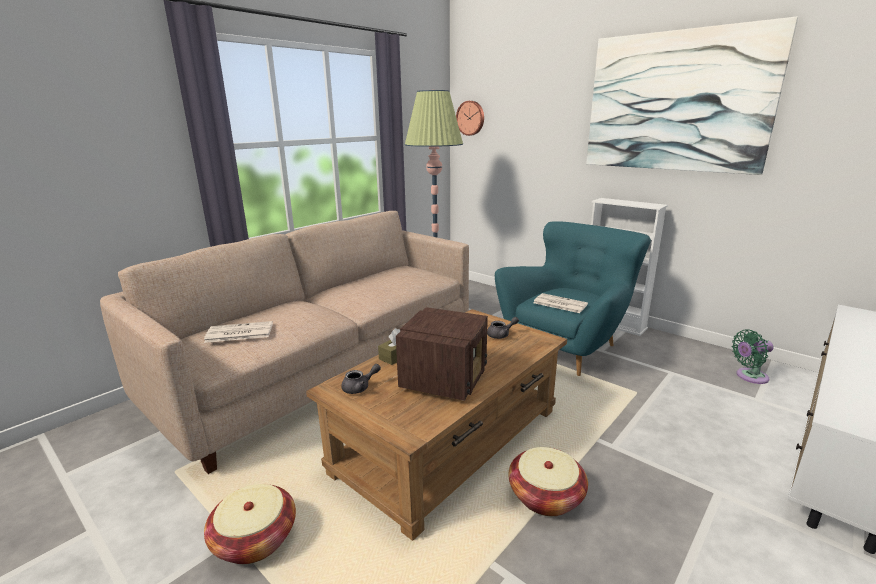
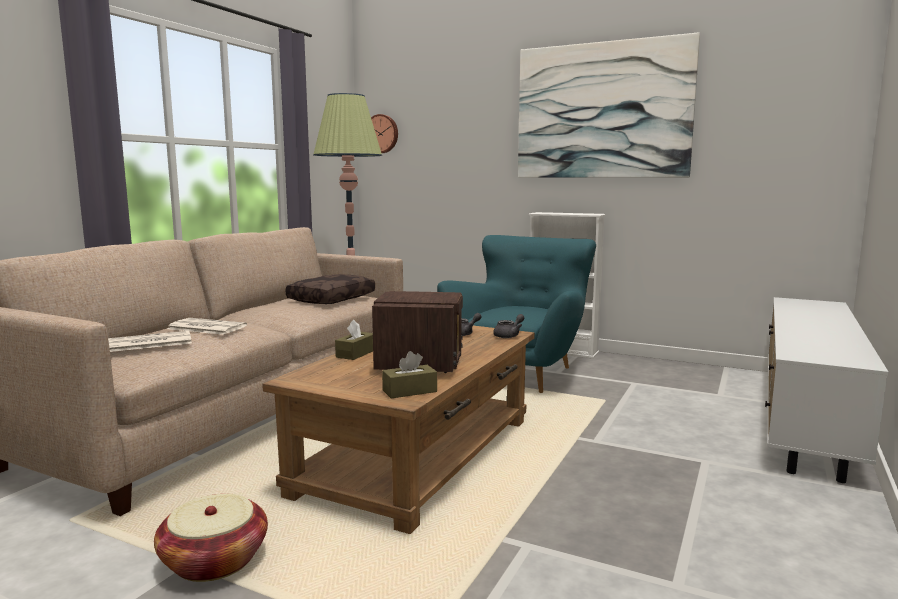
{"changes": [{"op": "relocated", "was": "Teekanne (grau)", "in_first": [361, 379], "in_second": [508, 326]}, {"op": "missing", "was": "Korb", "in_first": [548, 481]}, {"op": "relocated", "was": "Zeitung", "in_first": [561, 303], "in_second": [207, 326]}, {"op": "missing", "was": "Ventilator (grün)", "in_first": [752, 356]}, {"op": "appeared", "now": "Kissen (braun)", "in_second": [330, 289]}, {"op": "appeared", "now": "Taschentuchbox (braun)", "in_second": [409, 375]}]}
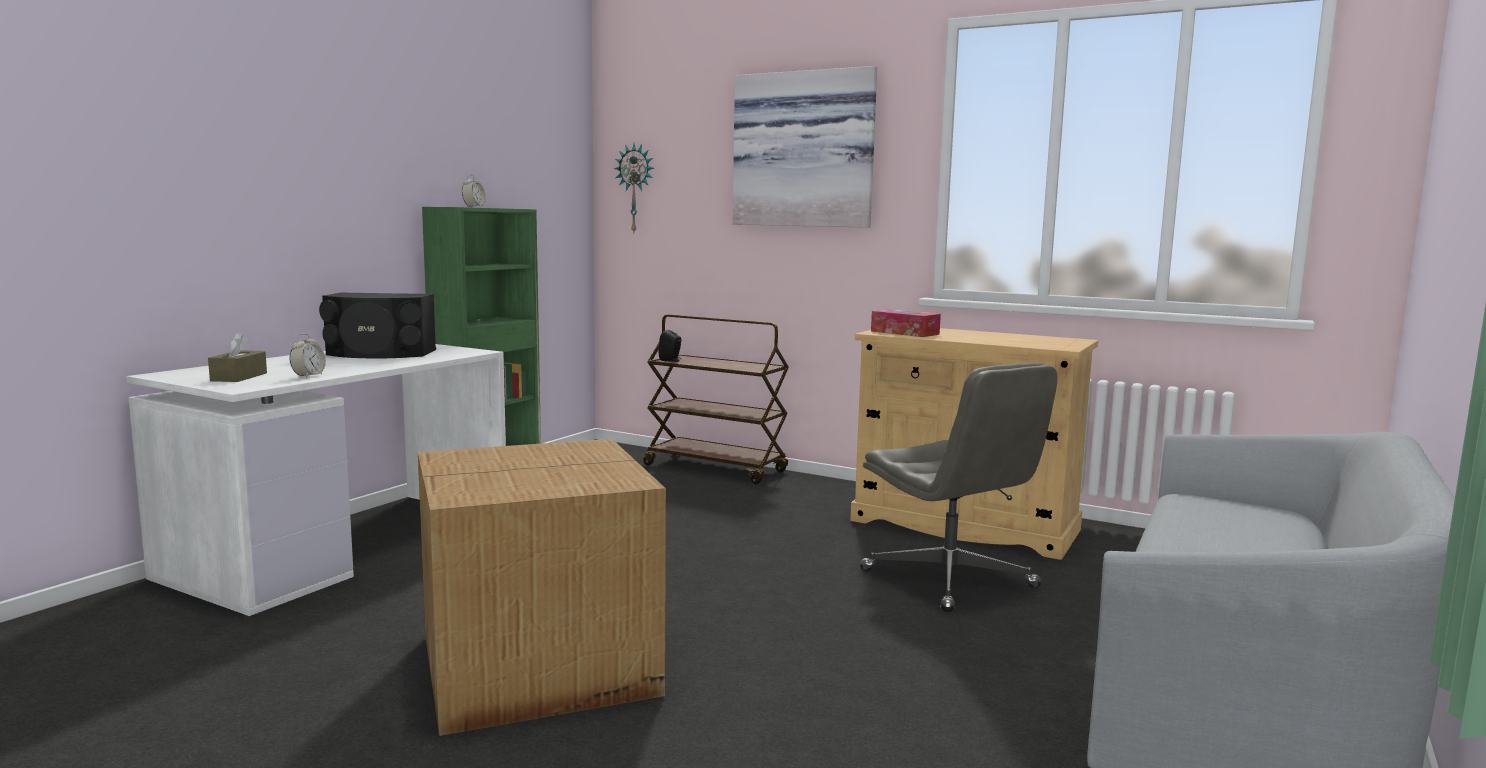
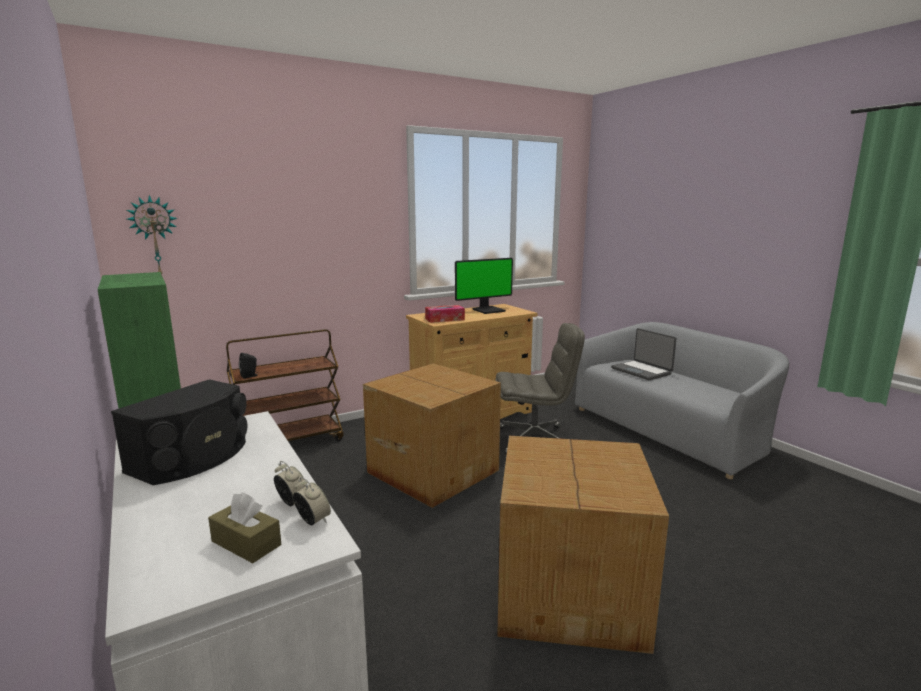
{"changes": [{"op": "relocated", "was": "Wecker", "in_first": [474, 190], "in_second": [312, 501]}, {"op": "missing", "was": "Bild", "in_first": [804, 147]}, {"op": "appeared", "now": "Karton", "in_second": [432, 435]}, {"op": "appeared", "now": "Monitor", "in_second": [484, 286]}, {"op": "appeared", "now": "Laptop", "in_second": [644, 354]}]}
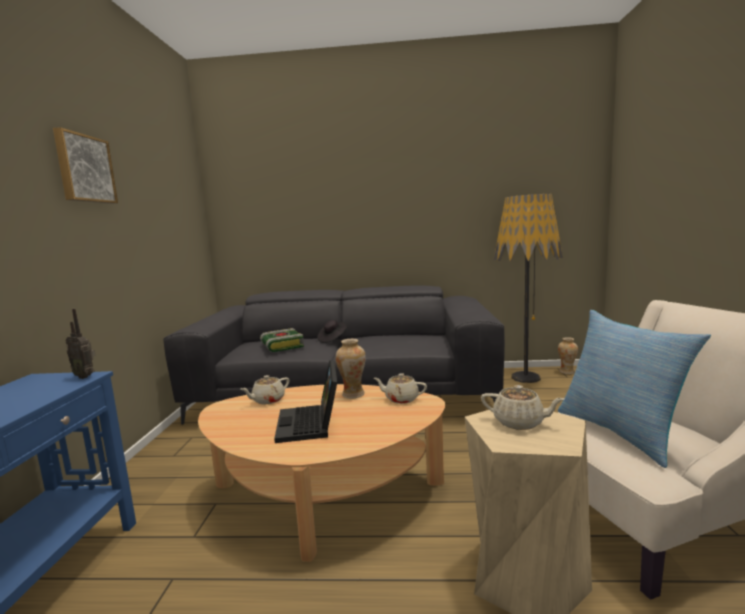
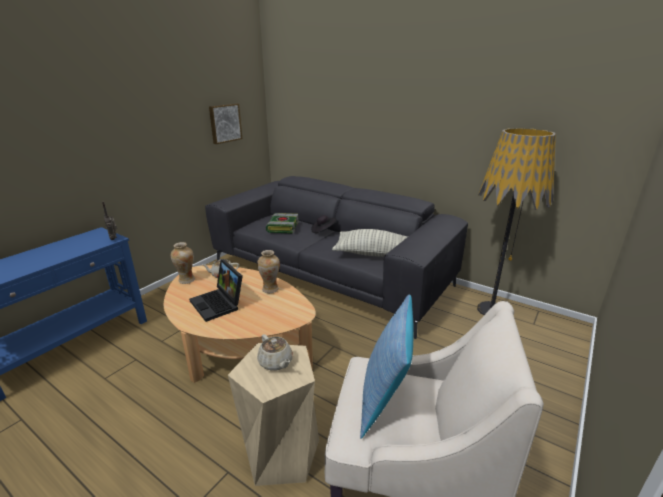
{"changes": [{"op": "relocated", "was": "Bild", "in_first": [85, 165], "in_second": [225, 123]}, {"op": "spun", "was": "Laptop", "in_first": [305, 401], "in_second": [216, 290], "clockwise": -60}, {"op": "missing", "was": "Teekanne (beige)", "in_first": [400, 388]}, {"op": "relocated", "was": "Vase", "in_first": [568, 355], "in_second": [183, 263]}, {"op": "appeared", "now": "Kissen", "in_second": [370, 243]}]}
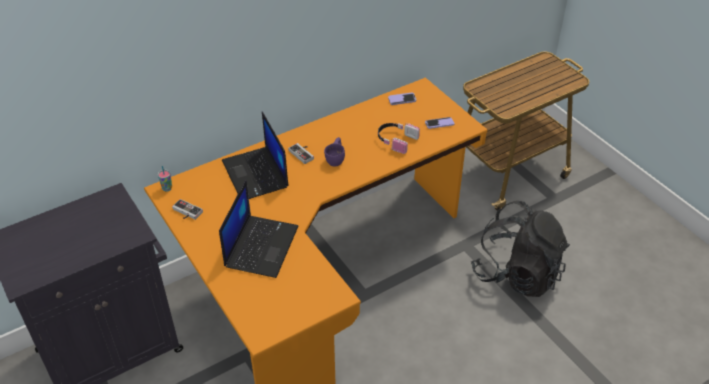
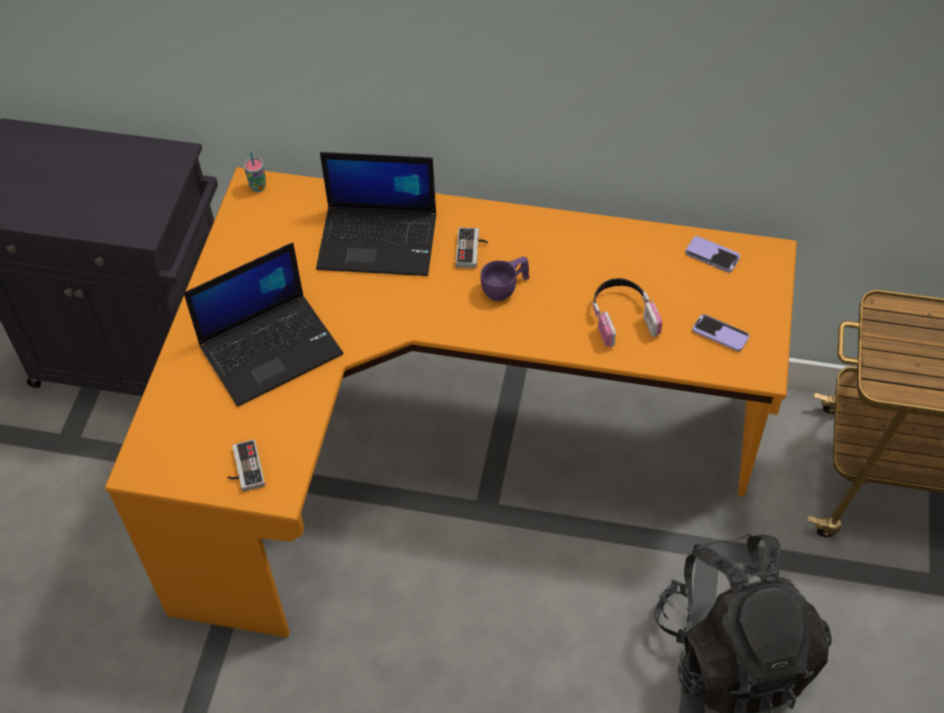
{"changes": [{"op": "relocated", "was": "Gamepad", "in_first": [187, 209], "in_second": [246, 465]}, {"op": "spun", "was": "Laptop", "in_first": [255, 155], "in_second": [376, 214], "clockwise": -105}]}
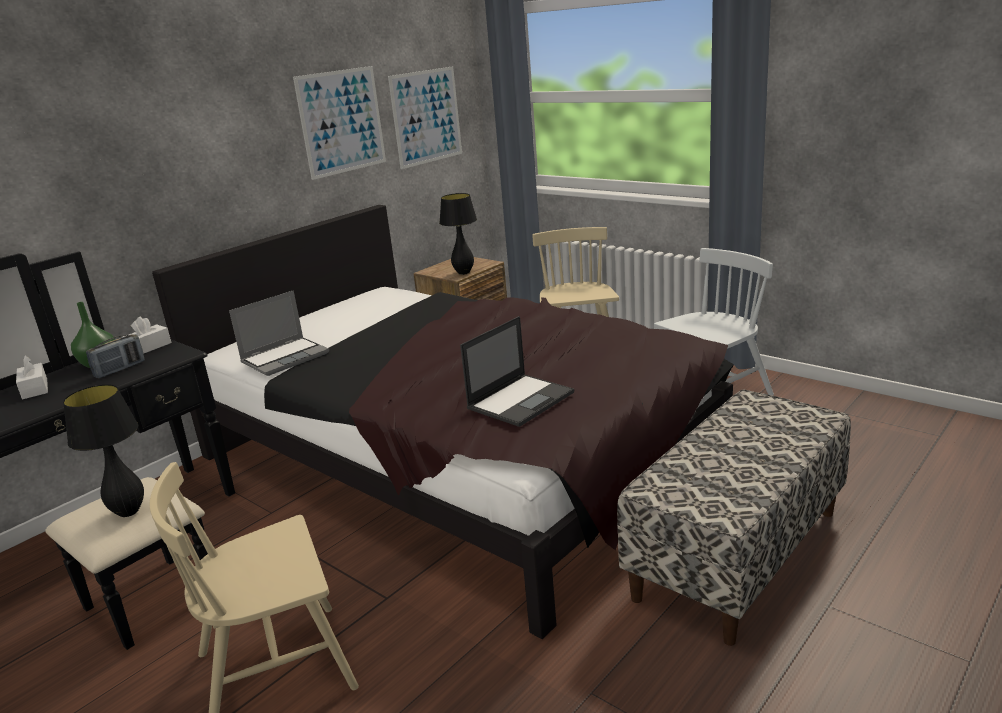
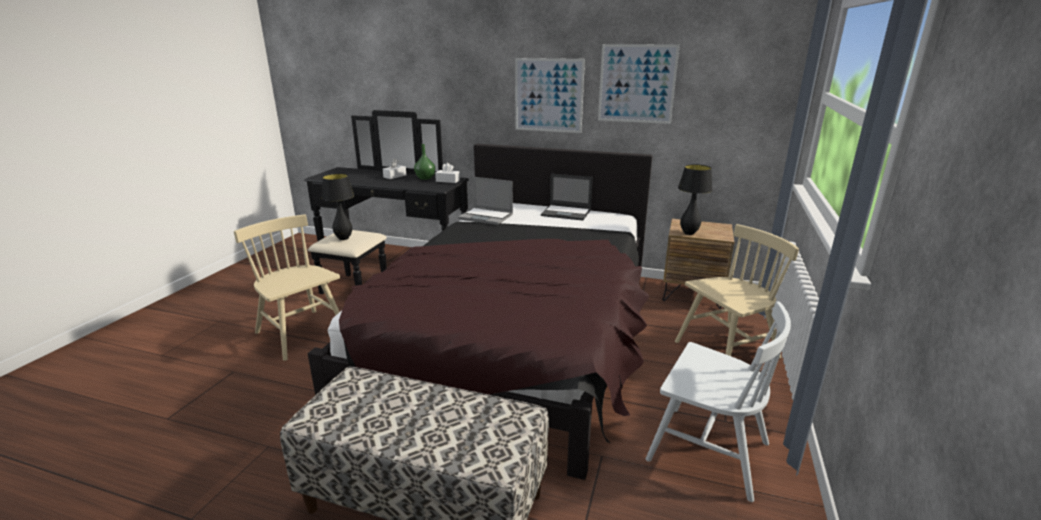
{"changes": [{"op": "missing", "was": "Radio", "in_first": [115, 356]}, {"op": "relocated", "was": "Bild", "in_first": [425, 118], "in_second": [550, 95]}, {"op": "relocated", "was": "Laptop", "in_first": [517, 371], "in_second": [567, 197]}]}
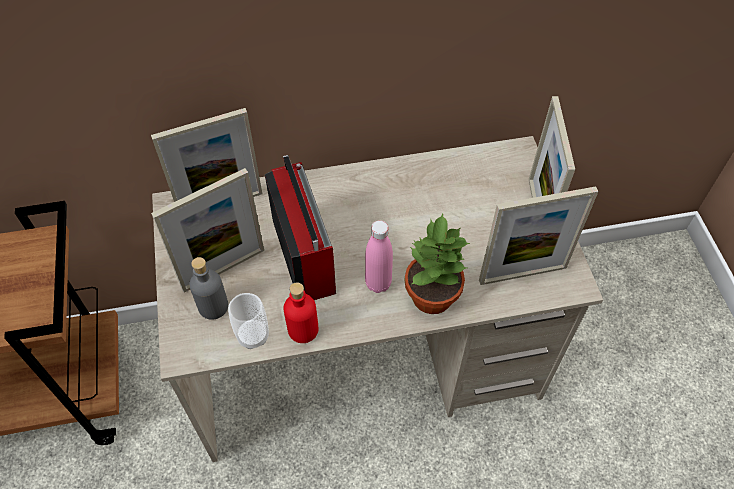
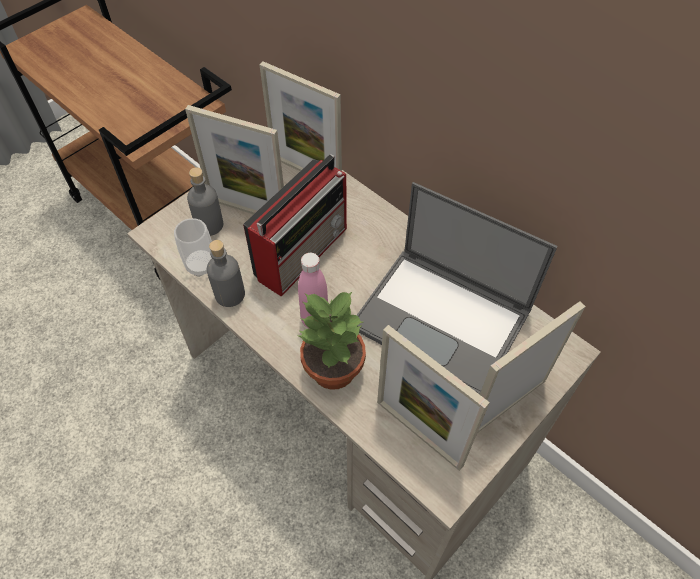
{"changes": [{"op": "colour", "was": "Flasche (rot)", "now": "Flasche (grau)", "in_first": [301, 312], "in_second": [226, 273]}, {"op": "appeared", "now": "Laptop", "in_second": [457, 288]}]}
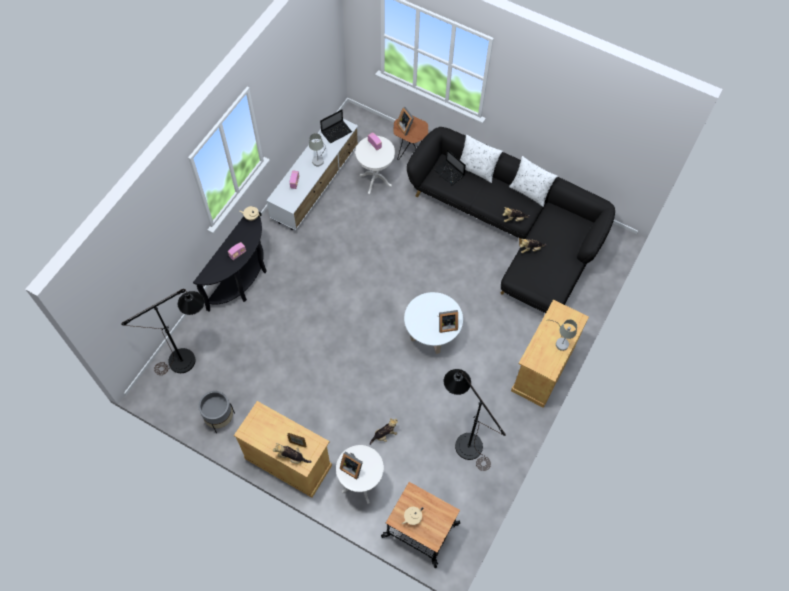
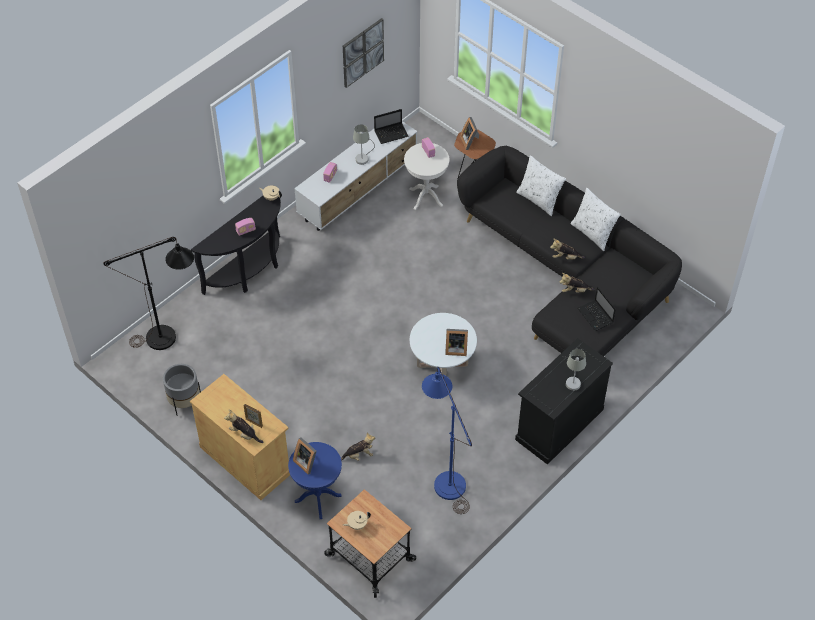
{"changes": [{"op": "colour", "was": "Beistelltisch (weiß)", "now": "Beistelltisch (blau)", "in_first": [360, 474], "in_second": [315, 480]}, {"op": "relocated", "was": "Laptop", "in_first": [450, 167], "in_second": [596, 309]}, {"op": "colour", "was": "Stehlampe (schwarz)", "now": "Stehlampe (blau)", "in_first": [475, 420], "in_second": [447, 440]}, {"op": "colour", "was": "Schrank (beige)", "now": "Schrank (schwarz)", "in_first": [550, 353], "in_second": [564, 401]}, {"op": "appeared", "now": "Bild", "in_second": [363, 53]}]}
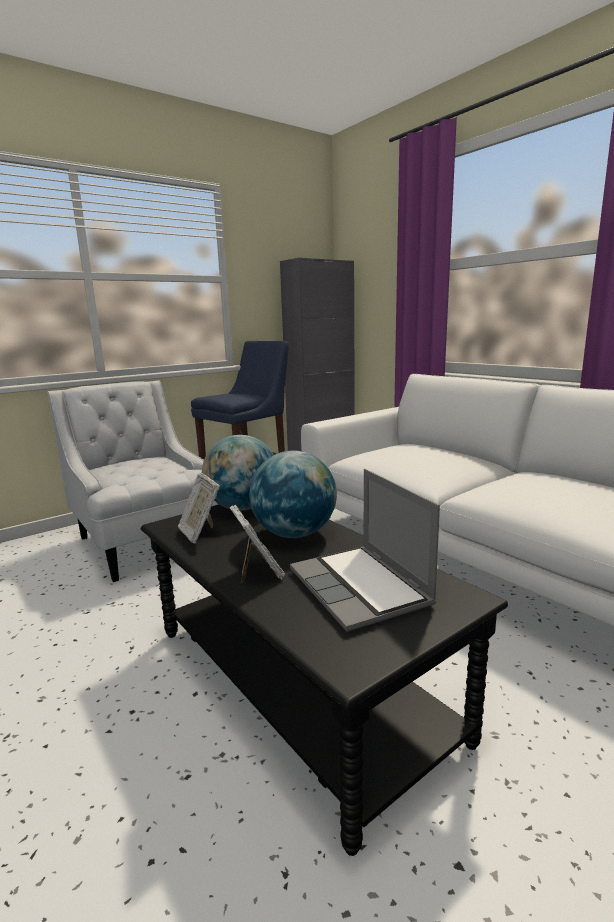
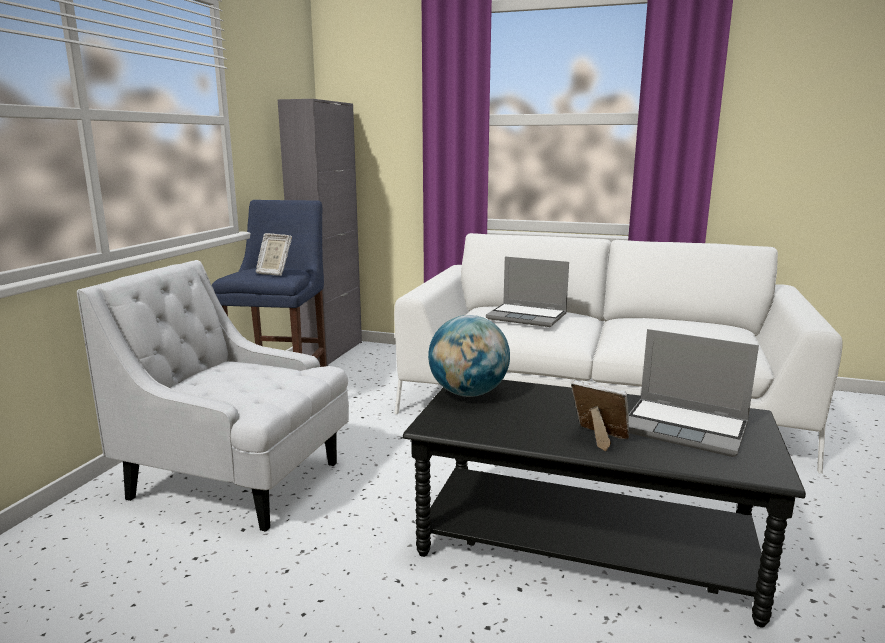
{"changes": [{"op": "relocated", "was": "Bilderrahmen", "in_first": [199, 508], "in_second": [274, 254]}, {"op": "missing", "was": "Globus", "in_first": [293, 494]}, {"op": "appeared", "now": "Laptop", "in_second": [527, 292]}]}
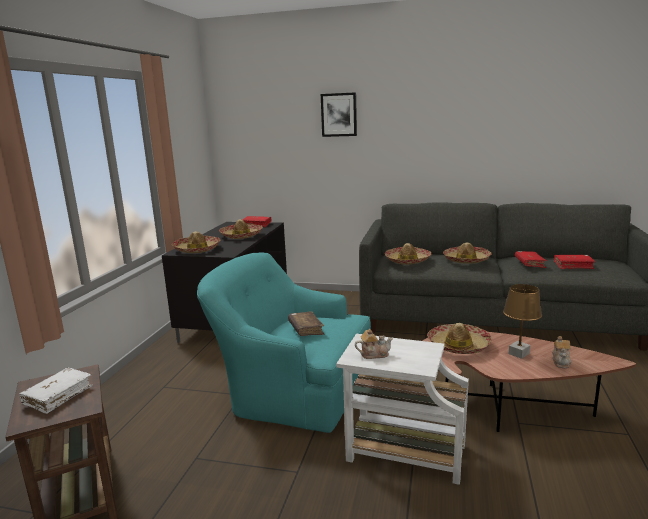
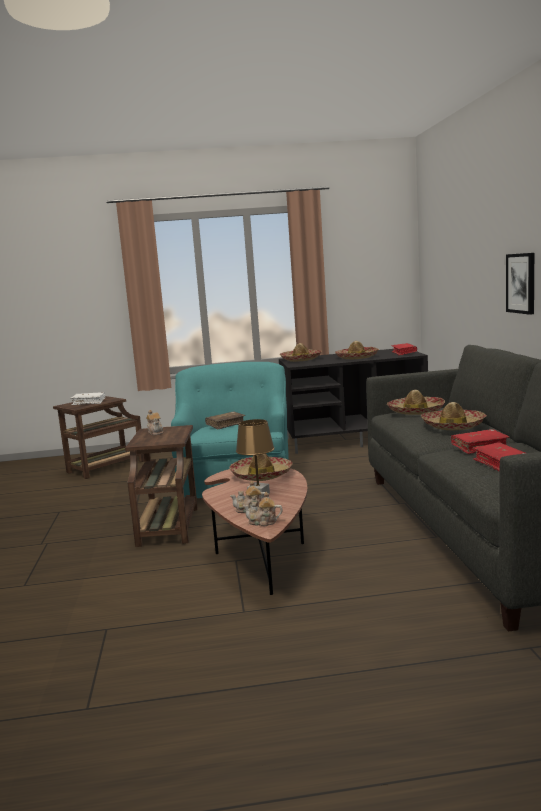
{"changes": [{"op": "relocated", "was": "Bild", "in_first": [339, 114], "in_second": [520, 284]}, {"op": "colour", "was": "Beistelltisch (weiß)", "now": "Beistelltisch (braun)", "in_first": [402, 409], "in_second": [161, 486]}, {"op": "appeared", "now": "Teekanne", "in_second": [263, 509]}]}
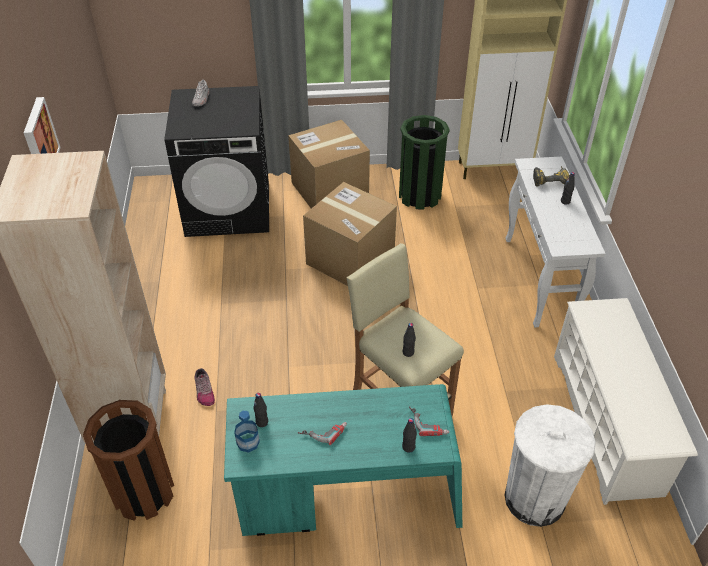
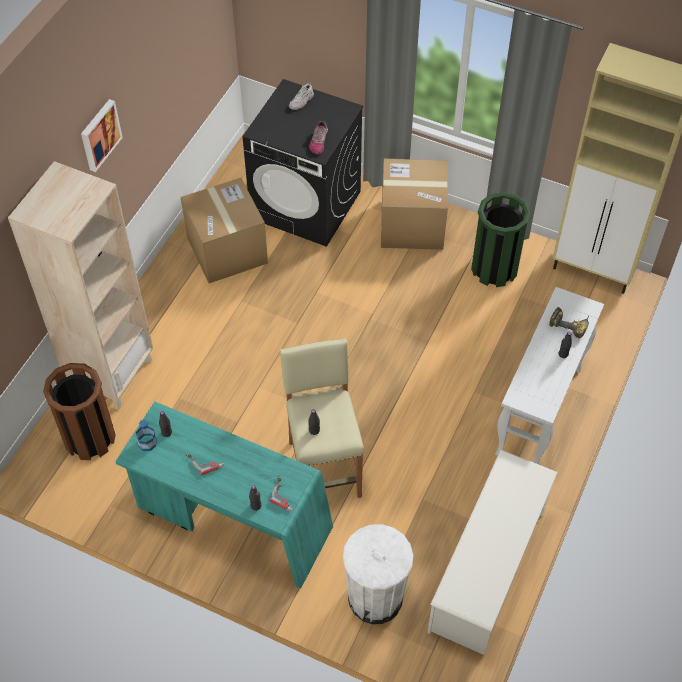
{"changes": [{"op": "relocated", "was": "Schuh", "in_first": [205, 387], "in_second": [318, 138]}, {"op": "relocated", "was": "Karton", "in_first": [350, 234], "in_second": [224, 230]}]}
